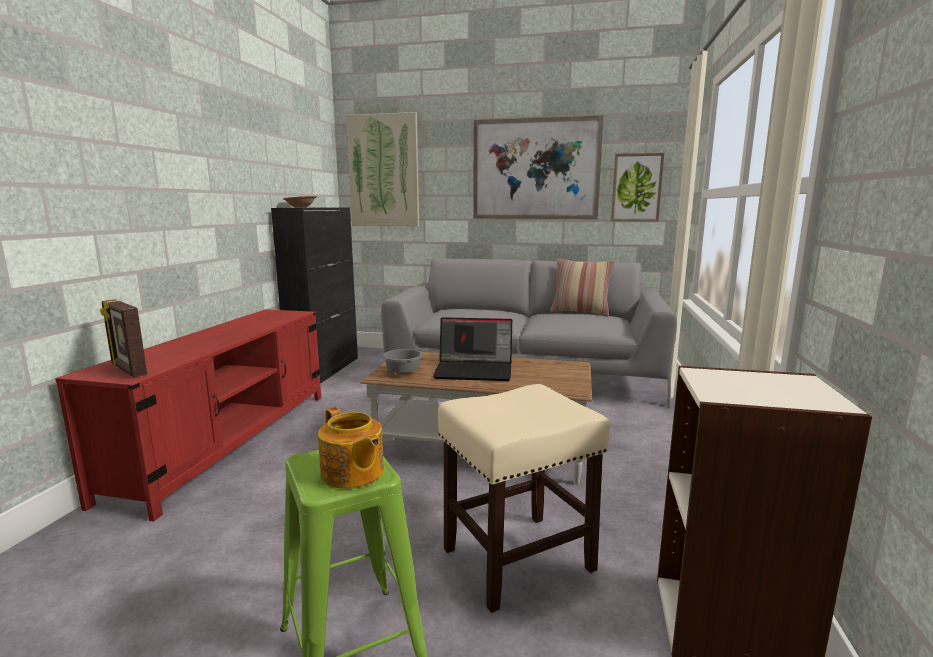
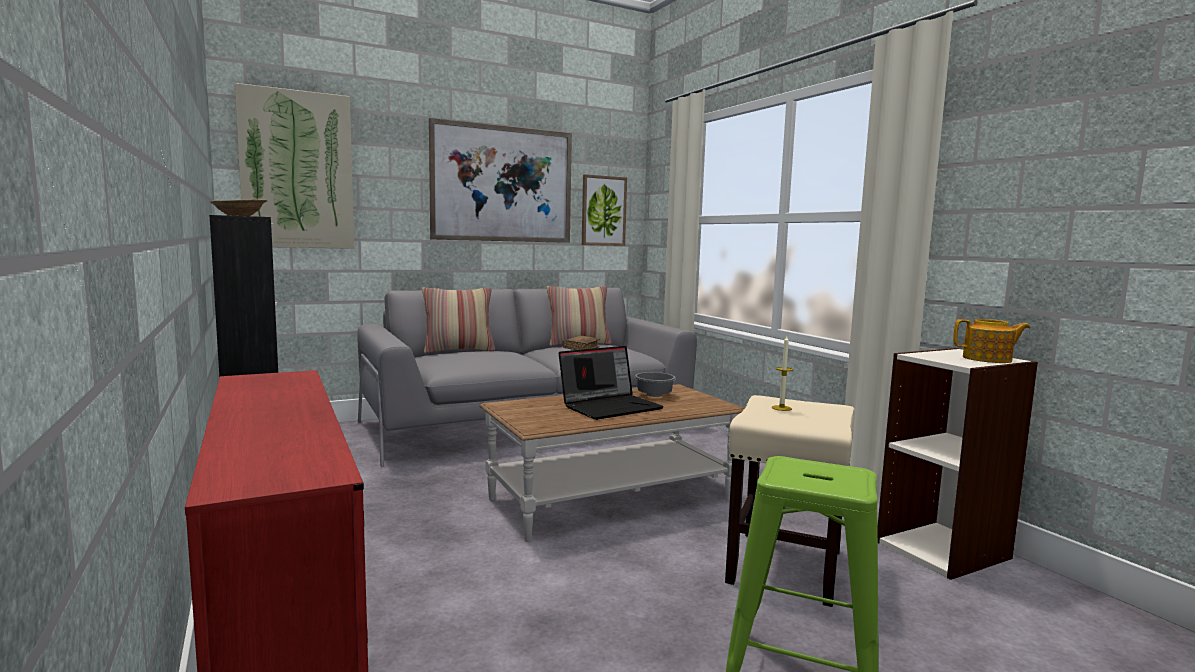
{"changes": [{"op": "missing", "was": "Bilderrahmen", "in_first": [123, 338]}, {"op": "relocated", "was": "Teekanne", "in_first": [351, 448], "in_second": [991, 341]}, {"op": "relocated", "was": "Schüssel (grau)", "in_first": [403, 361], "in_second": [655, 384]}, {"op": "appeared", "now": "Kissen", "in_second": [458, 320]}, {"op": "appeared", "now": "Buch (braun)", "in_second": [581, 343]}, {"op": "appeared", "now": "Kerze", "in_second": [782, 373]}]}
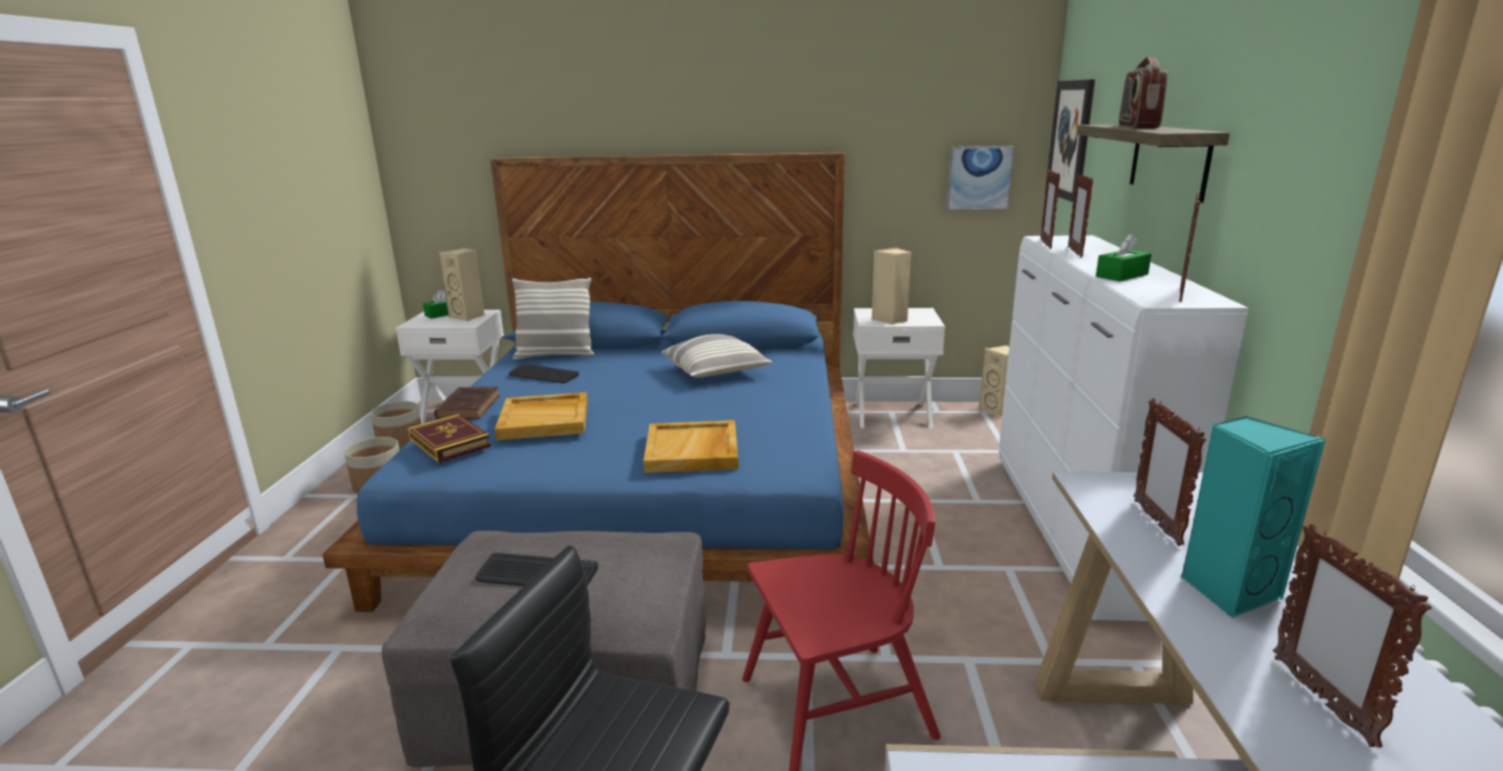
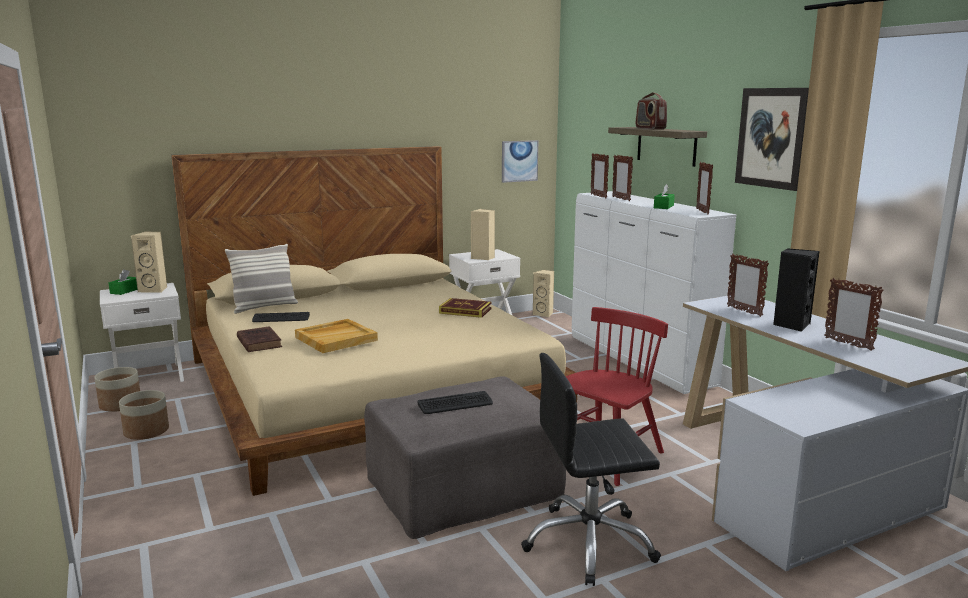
{"changes": [{"op": "colour", "was": "Bett (blau)", "now": "Bett (beige)", "in_first": [598, 382], "in_second": [374, 321]}, {"op": "relocated", "was": "Buch", "in_first": [449, 438], "in_second": [465, 308]}, {"op": "missing", "was": "Tablett (beige)", "in_first": [690, 446]}, {"op": "missing", "was": "Kissen", "in_first": [717, 356]}, {"op": "relocated", "was": "Bild", "in_first": [1070, 141], "in_second": [772, 139]}, {"op": "colour", "was": "Lautsprecher (türkis)", "now": "Lautsprecher (schwarz)", "in_first": [1253, 517], "in_second": [796, 290]}]}
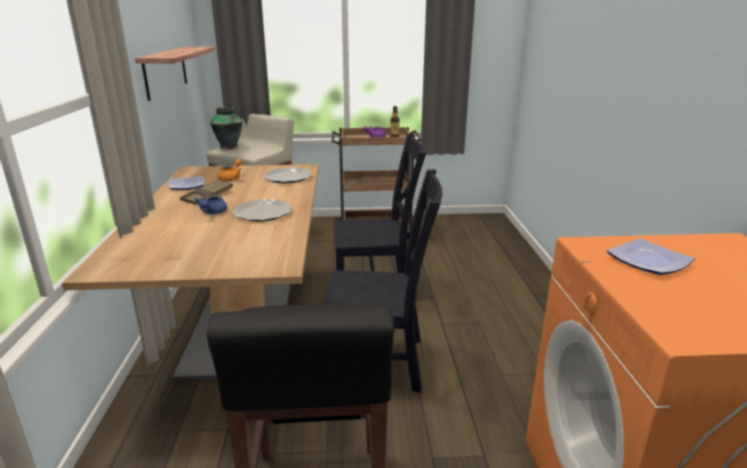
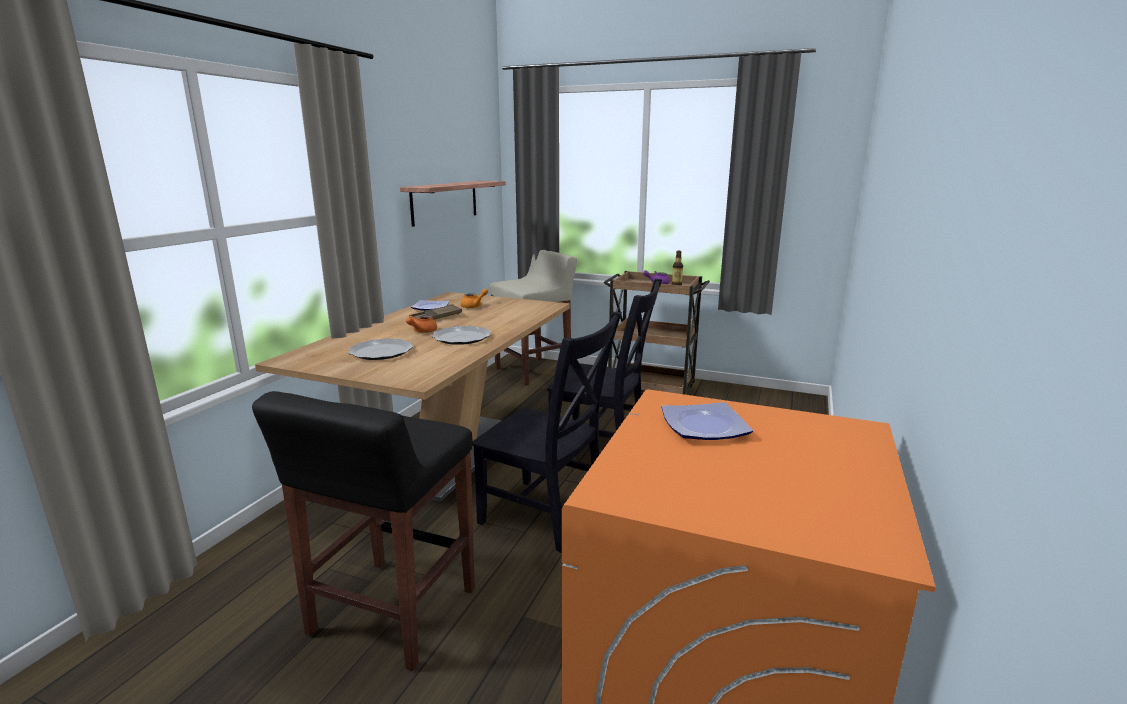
{"changes": [{"op": "colour", "was": "Teekanne (blau)", "now": "Teekanne (orange)", "in_first": [211, 204], "in_second": [421, 324]}, {"op": "missing", "was": "Vase", "in_first": [226, 128]}, {"op": "relocated", "was": "Teller", "in_first": [287, 175], "in_second": [380, 349]}]}
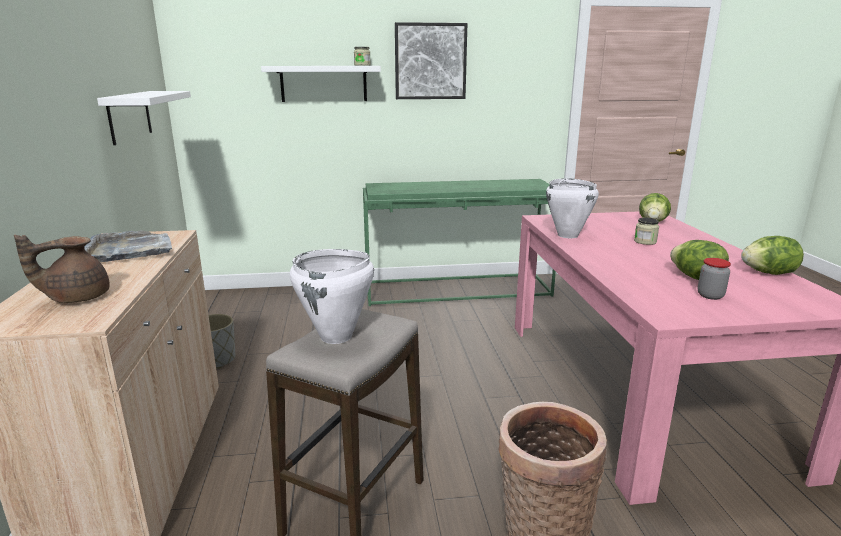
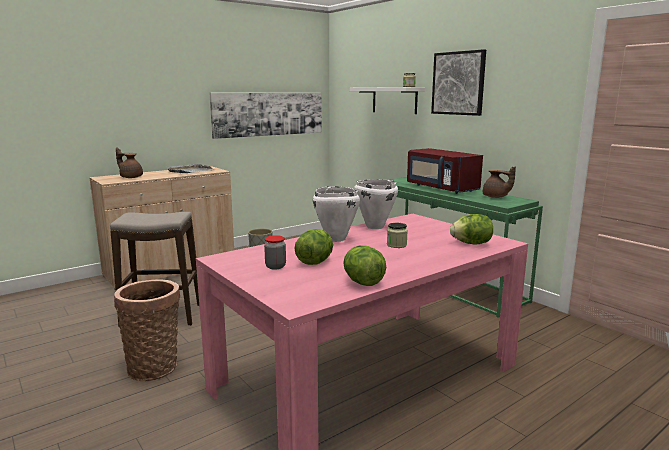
{"changes": [{"op": "exchanged", "was": "Wandregal (weiß)", "now": "Bild", "in_first": [144, 118], "in_second": [265, 116]}, {"op": "relocated", "was": "Kochtopf (weiß)", "in_first": [332, 296], "in_second": [336, 214]}, {"op": "appeared", "now": "Mikrowelle (rot)", "in_second": [445, 171]}, {"op": "appeared", "now": "Teekanne (braun)", "in_second": [499, 182]}]}
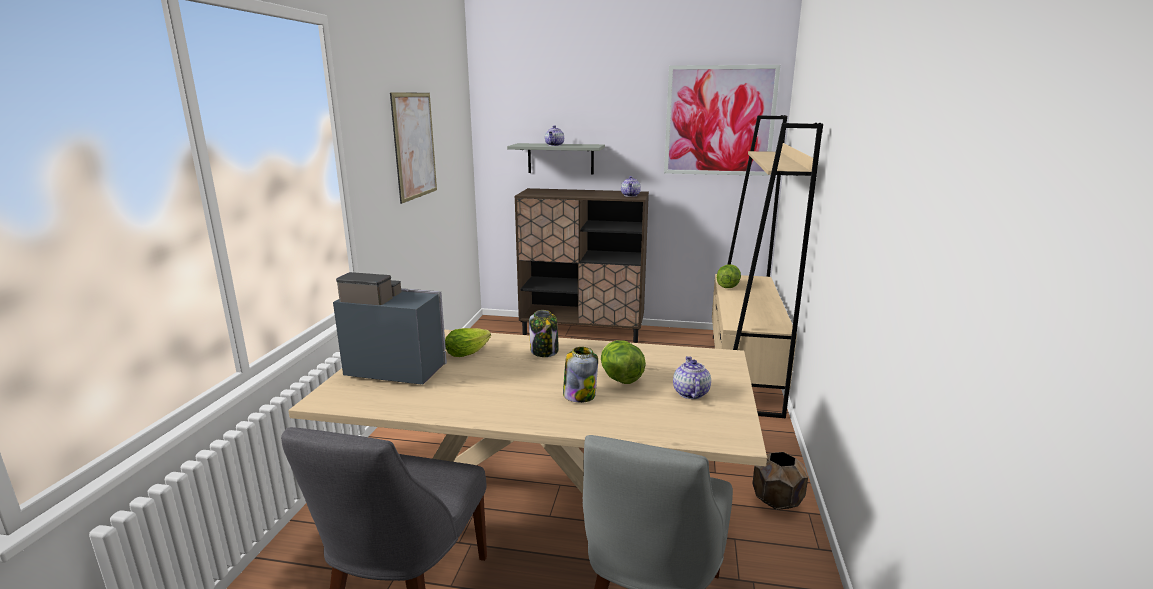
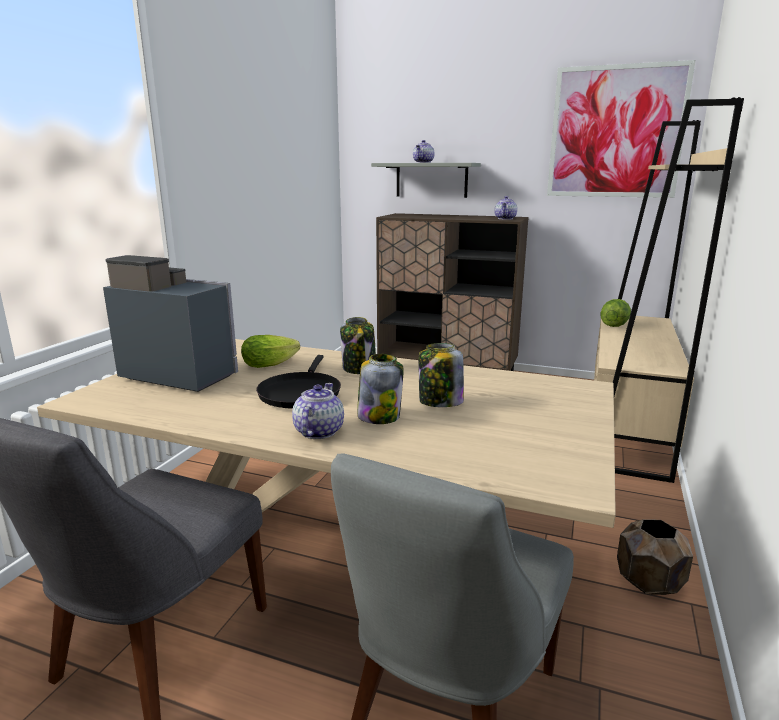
{"changes": [{"op": "missing", "was": "Bild", "in_first": [413, 148]}, {"op": "exchanged", "was": "Salatkopf", "now": "Vorratsglas", "in_first": [623, 362], "in_second": [441, 375]}, {"op": "relocated", "was": "Teekanne", "in_first": [692, 377], "in_second": [318, 411]}, {"op": "appeared", "now": "Pfanne (schwarz)", "in_second": [298, 382]}]}
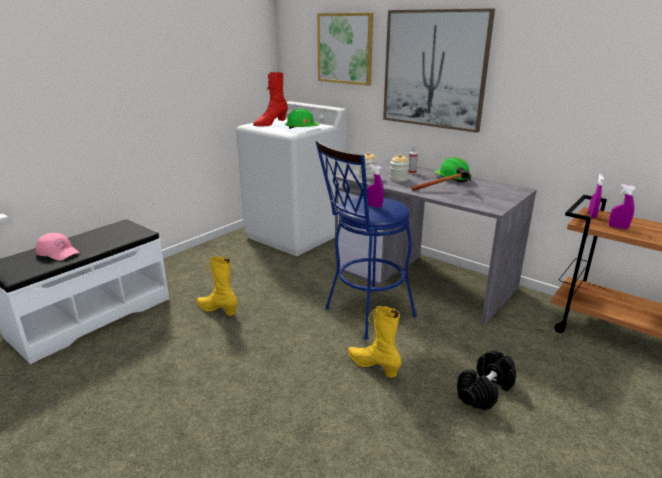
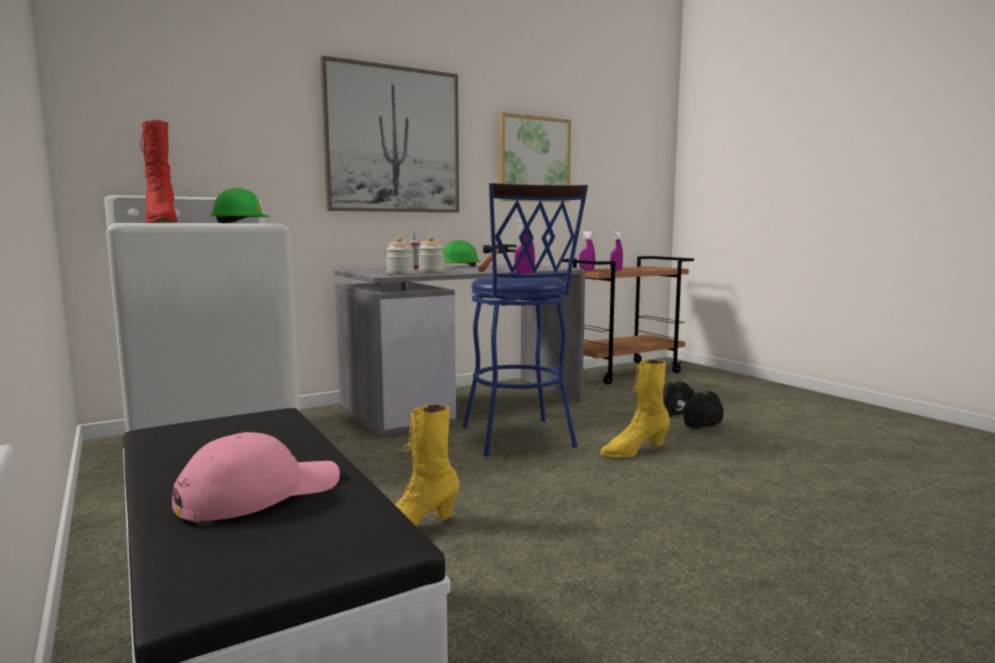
{"changes": [{"op": "relocated", "was": "Bild", "in_first": [345, 49], "in_second": [535, 157]}]}
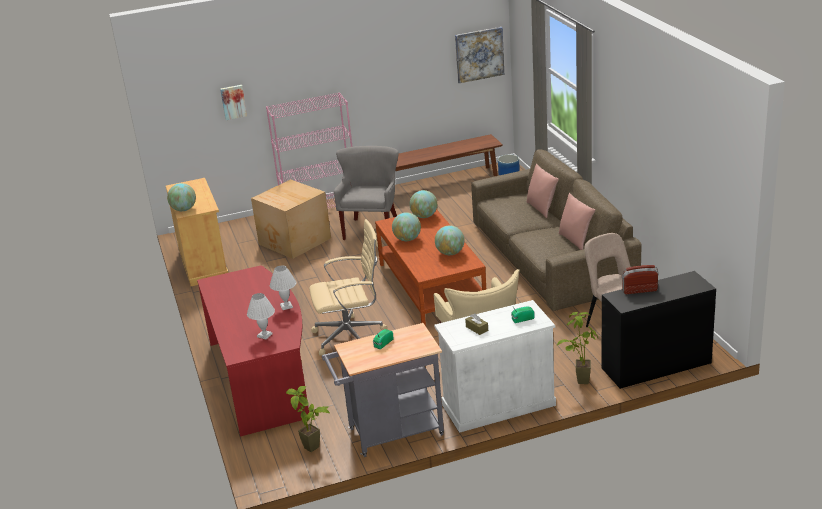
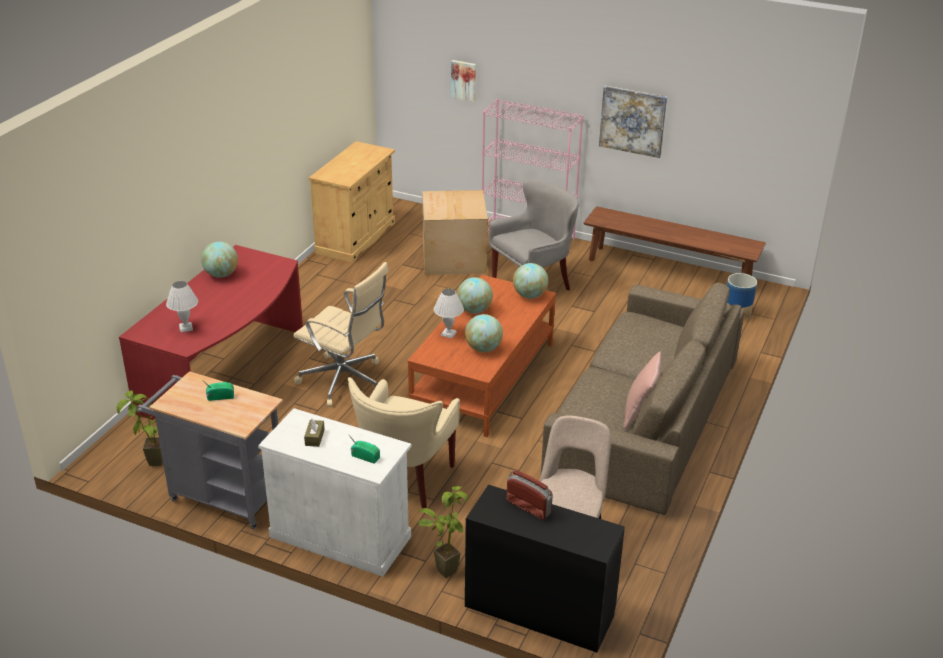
{"changes": [{"op": "relocated", "was": "Globus", "in_first": [181, 197], "in_second": [219, 260]}, {"op": "relocated", "was": "Tischlampe (weiß)", "in_first": [283, 288], "in_second": [449, 313]}, {"op": "relocated", "was": "Bild", "in_first": [479, 55], "in_second": [633, 122]}, {"op": "missing", "was": "Kissen (rosa)", "in_first": [543, 190]}]}
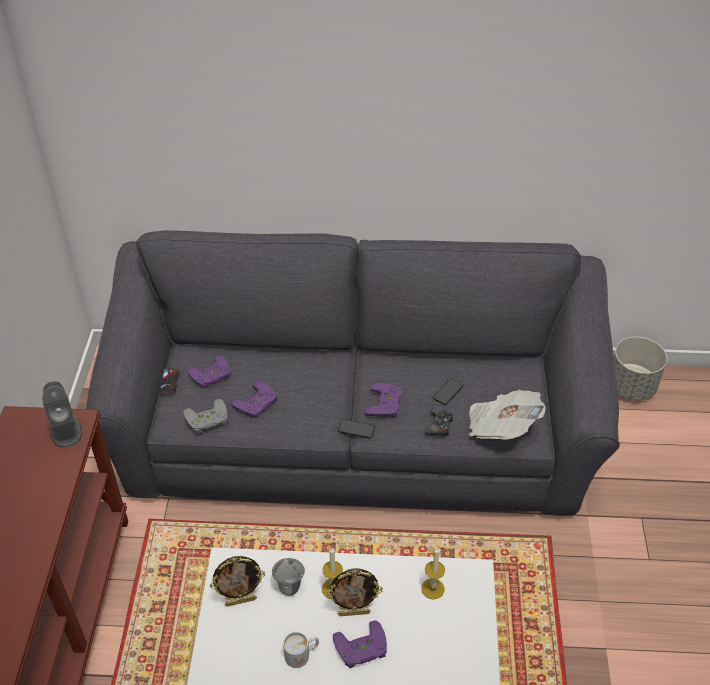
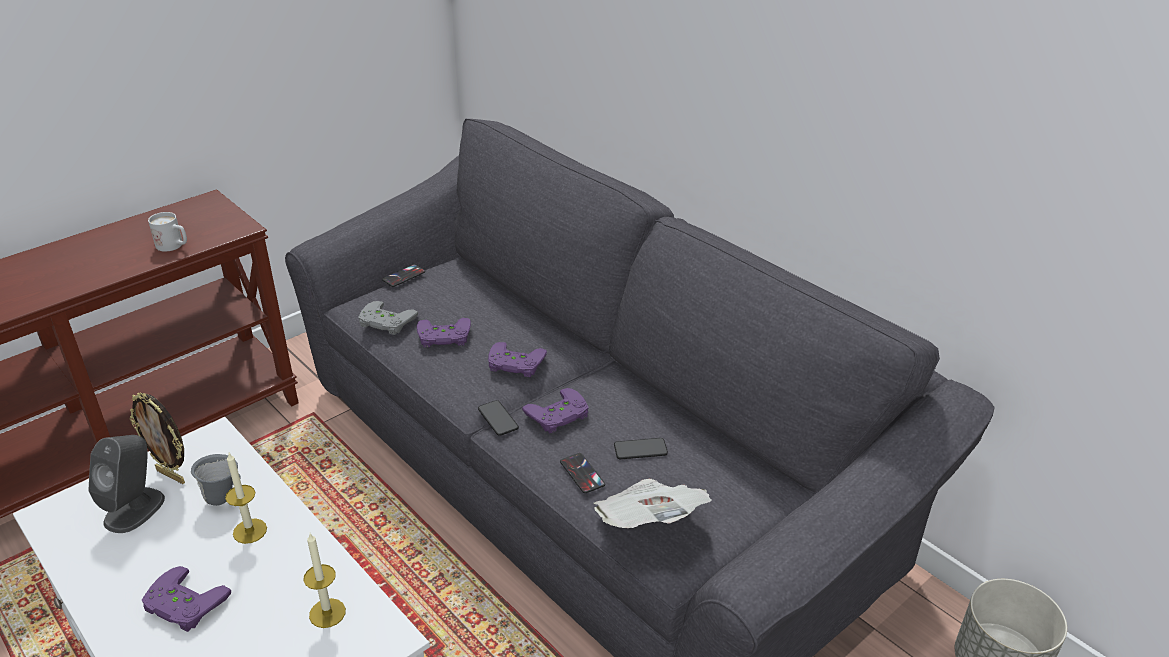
{"changes": [{"op": "relocated", "was": "Lautsprecher (grau)", "in_first": [62, 414], "in_second": [126, 484]}, {"op": "relocated", "was": "Gamepad (lila)", "in_first": [209, 372], "in_second": [517, 359]}, {"op": "relocated", "was": "Henkelbecher (weiß)", "in_first": [301, 650], "in_second": [167, 232]}, {"op": "missing", "was": "Bilderrahmen", "in_first": [354, 592]}, {"op": "exchanged", "was": "Gamepad (schwarz)", "now": "Handy", "in_first": [439, 422], "in_second": [582, 473]}]}
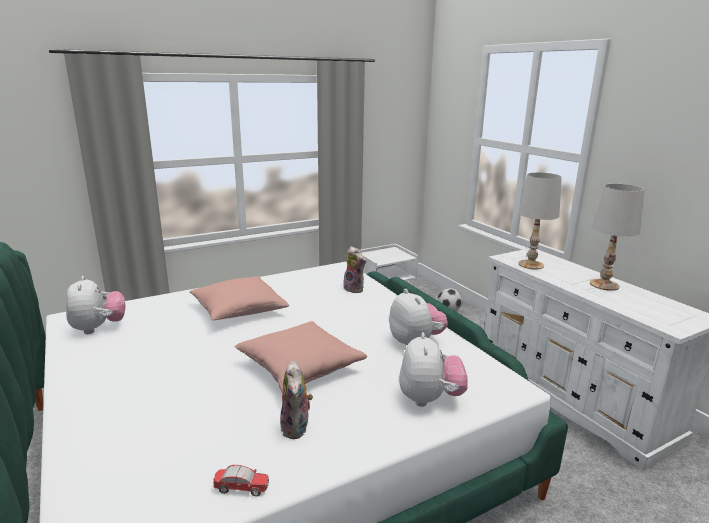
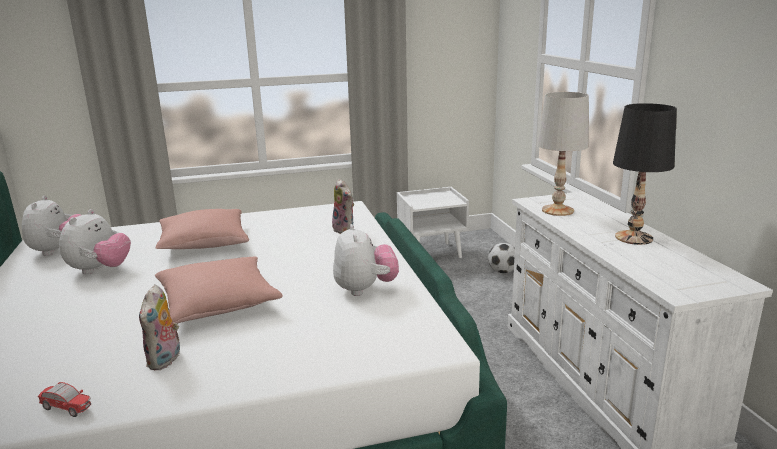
{"changes": [{"op": "relocated", "was": "Plüschtier", "in_first": [433, 369], "in_second": [95, 241]}, {"op": "colour", "was": "Tischlampe (weiß)", "now": "Tischlampe (schwarz)", "in_first": [617, 237], "in_second": [645, 174]}]}
